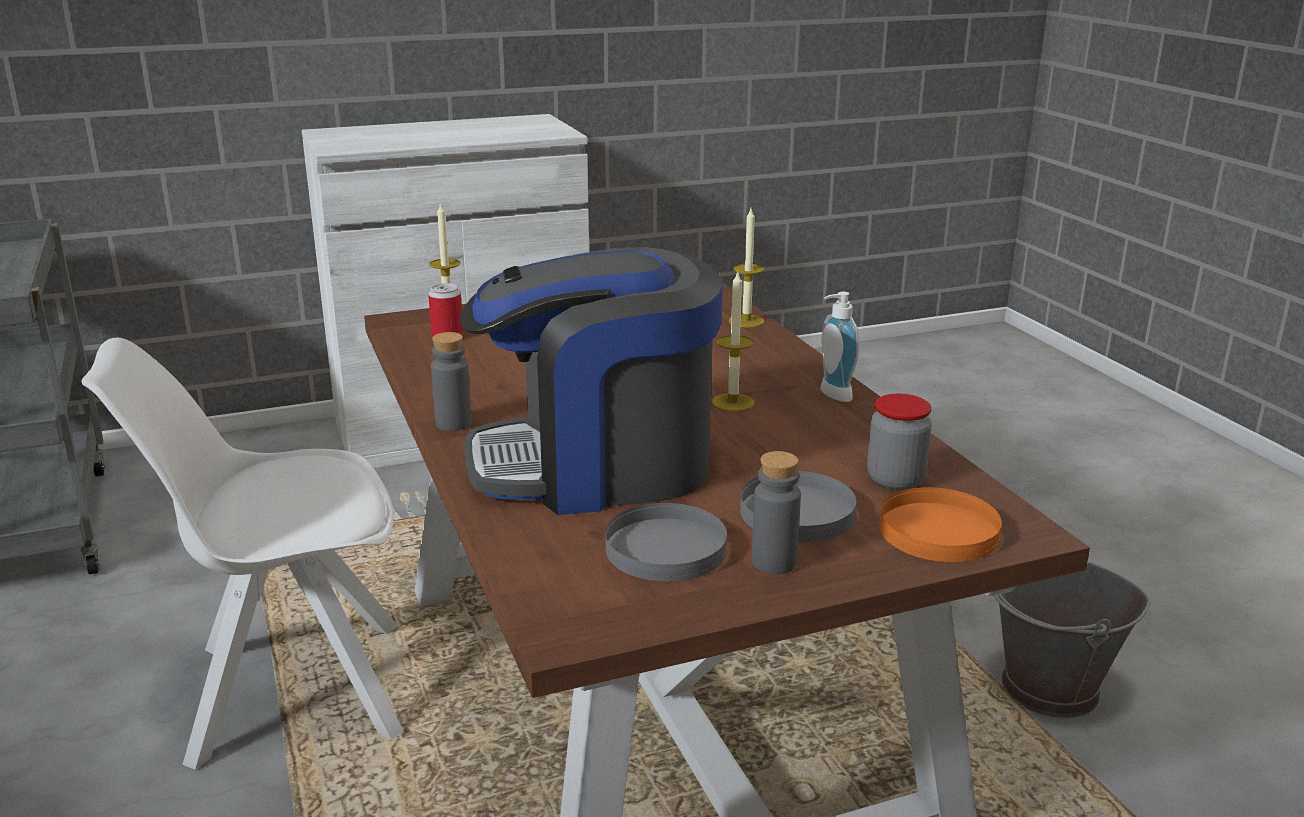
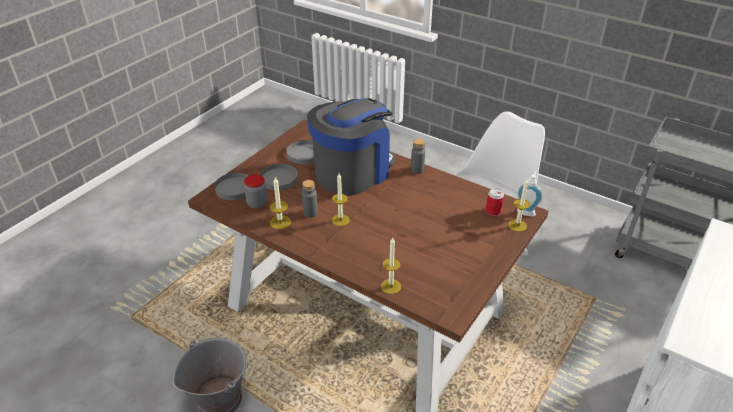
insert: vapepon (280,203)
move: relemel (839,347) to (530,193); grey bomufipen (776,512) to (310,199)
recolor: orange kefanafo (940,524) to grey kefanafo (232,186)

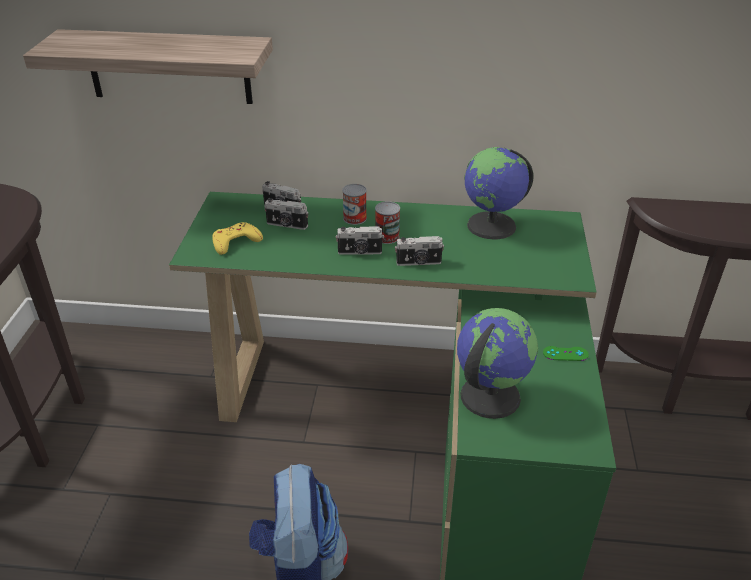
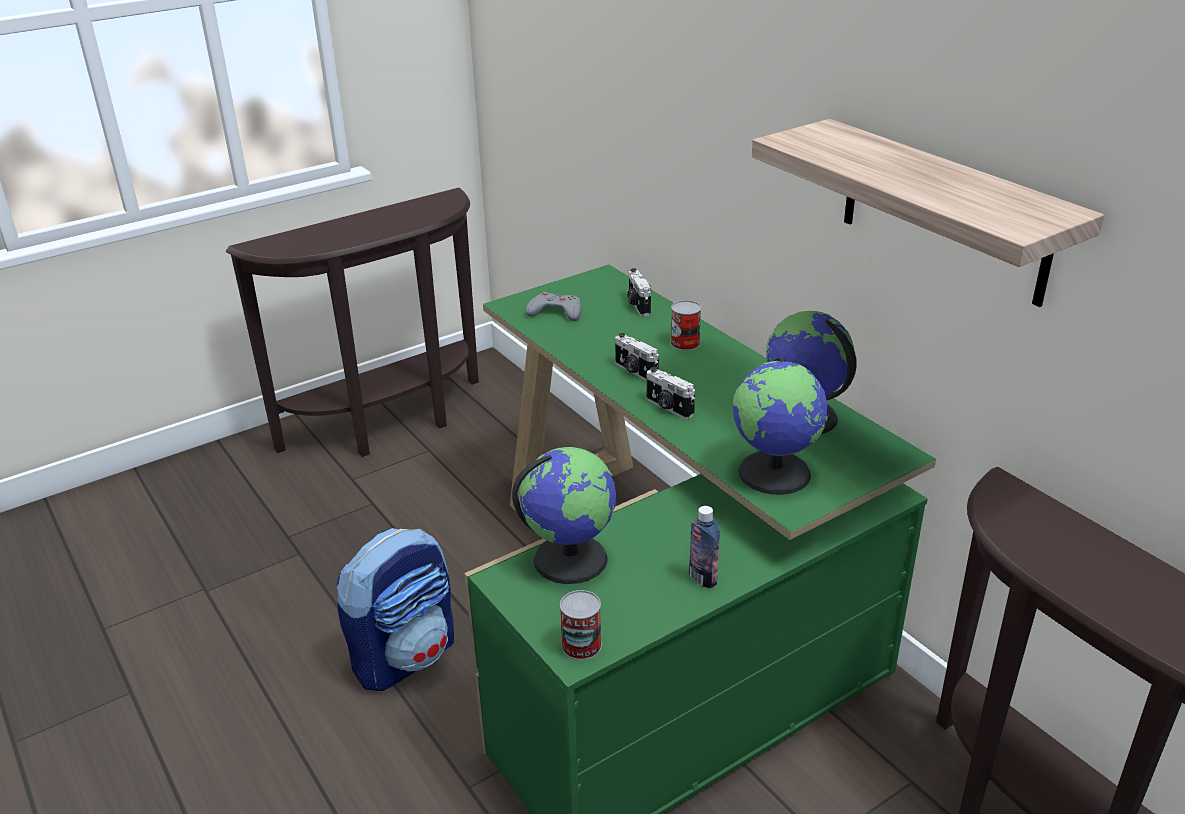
delete: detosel (286,214)
insert: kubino (780,426)
move: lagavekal (148,66) to (928,213); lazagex (387,222) to (581,625)
replace: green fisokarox (566,353) to bomufipen (704,547)
recolor: yellow fisokarox (237,238) to grey fisokarox (553,306)

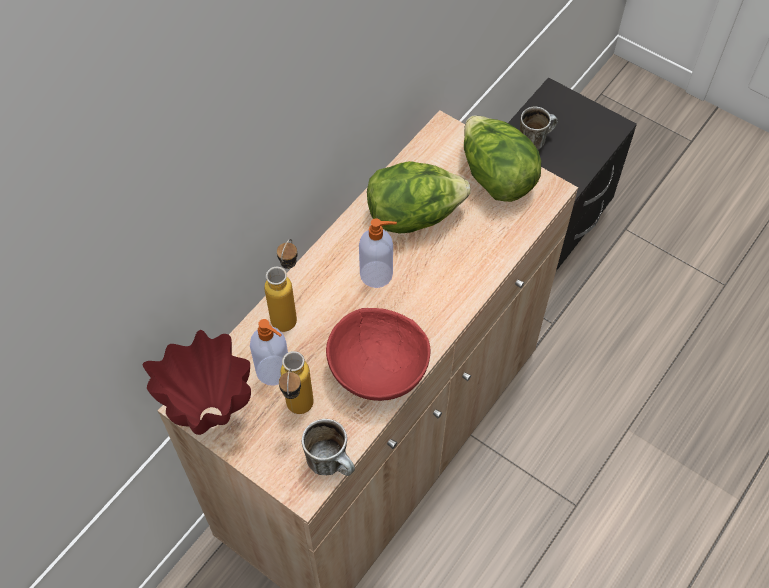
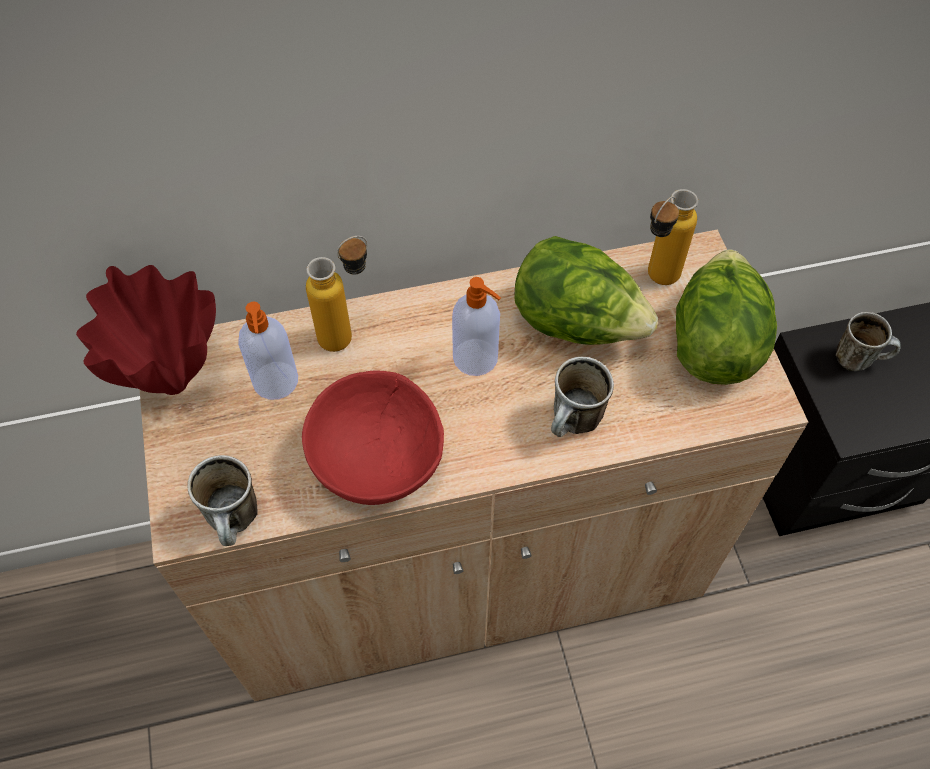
insert: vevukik (582,397)
move: bomufipen (296,382) to (673,237)

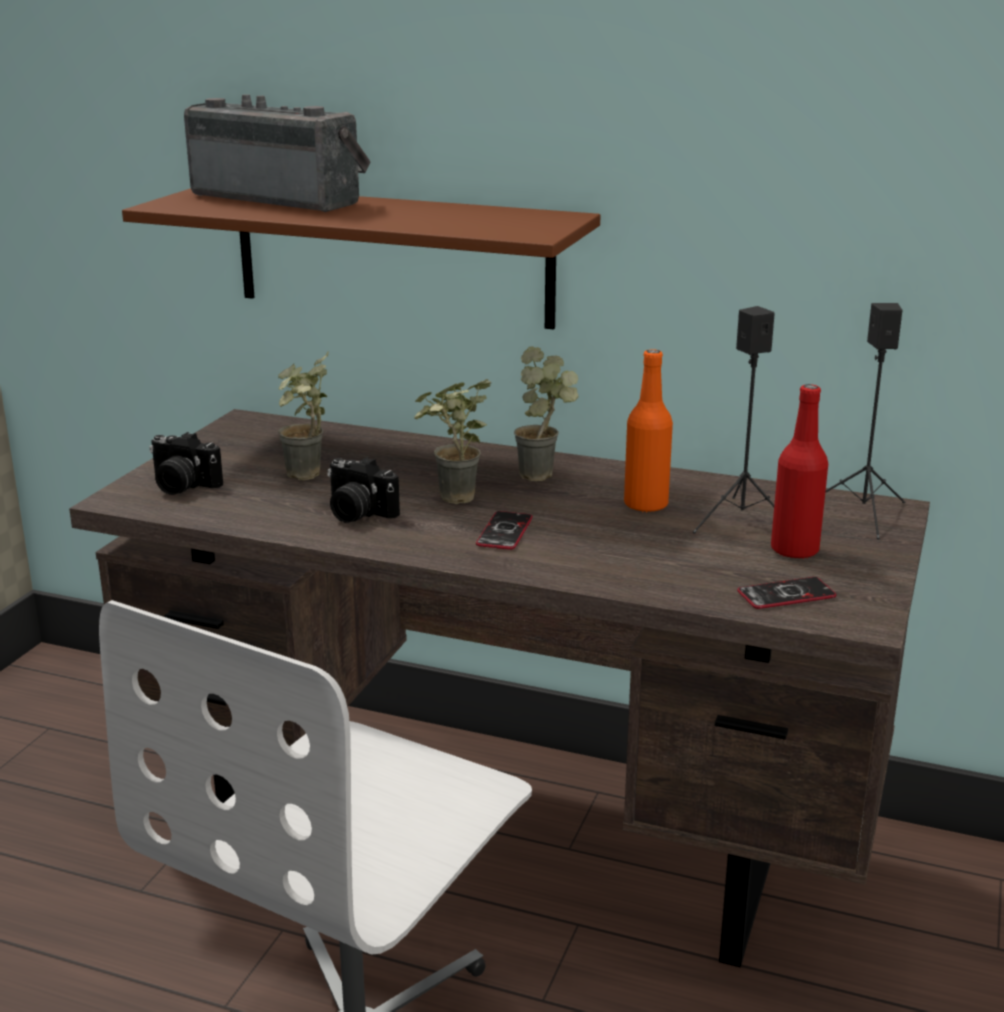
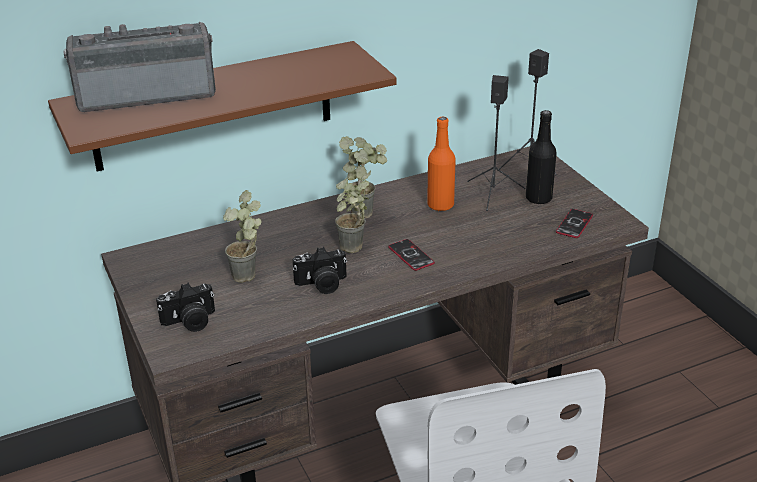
recolor: red bomufipen (799,471) to black bomufipen (541,157)

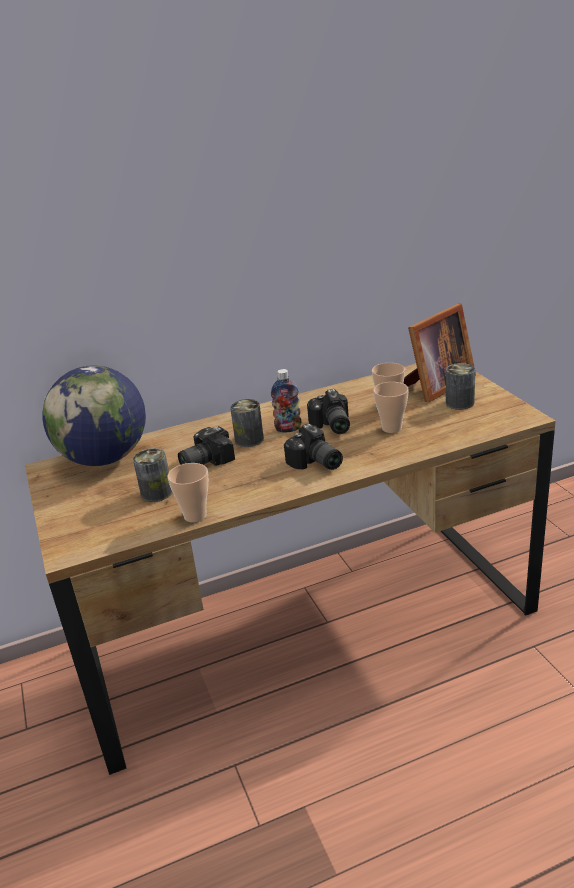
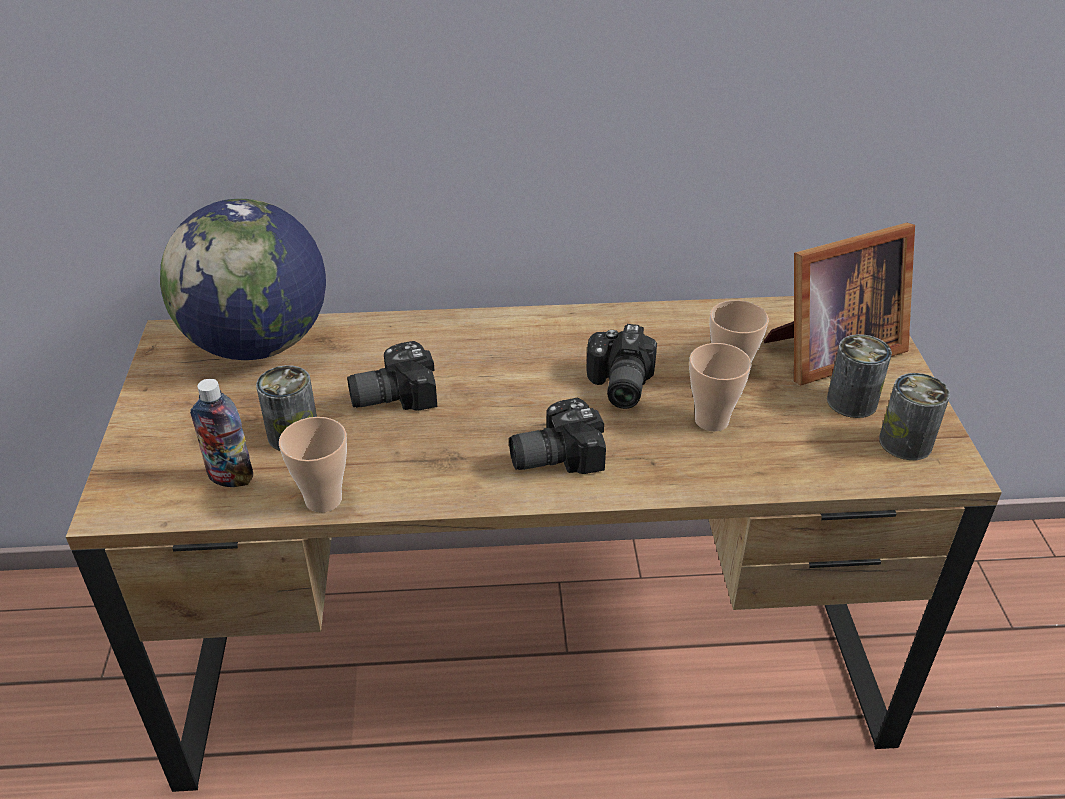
move: bomufipen (286,400) to (221,433); lazagex (247,423) to (914,416)
rotate: detosel (313,447) = (557,436) 90 degrees clockwise

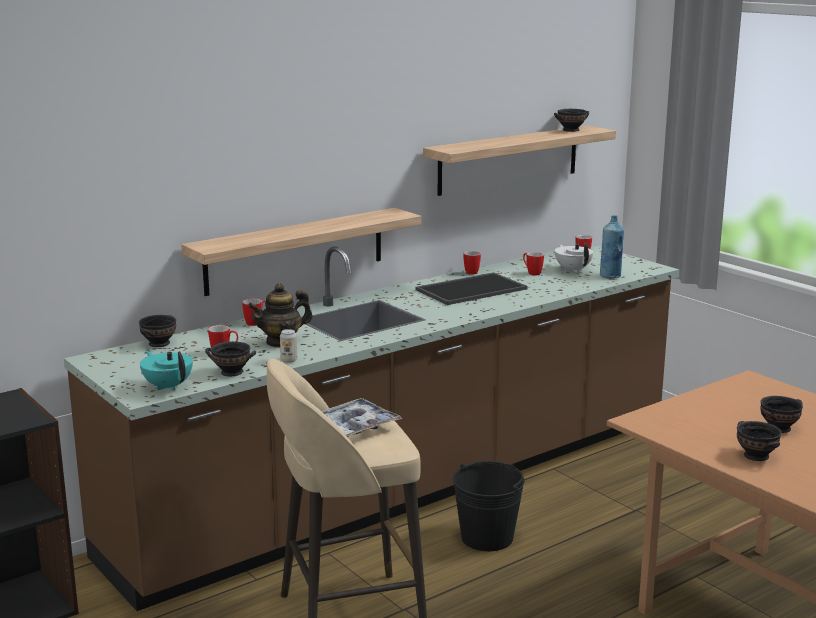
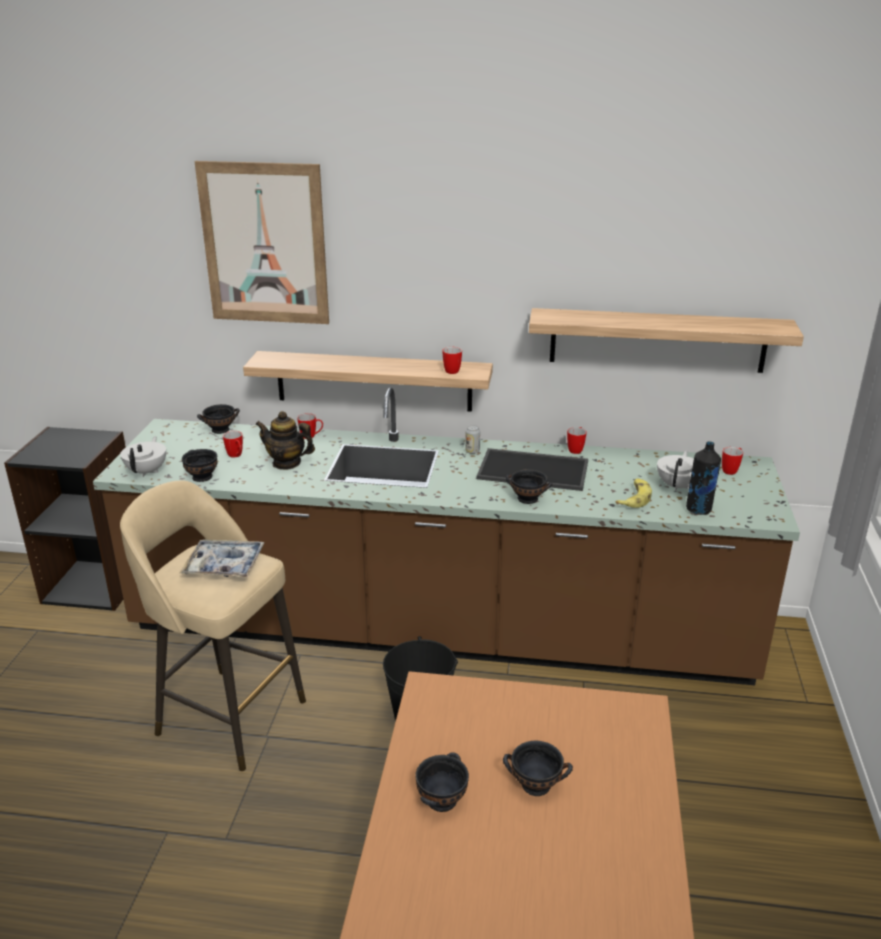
insert: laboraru (262,242); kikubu (633,493)
move: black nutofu (571,120) to (529,487); vevukik (533,263) to (452,360); lazagex (288,346) to (472,439)
recolor: blue bomufipen (612,246) to black bomufipen (703,478); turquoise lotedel (166,371) to white lotedel (143,456)

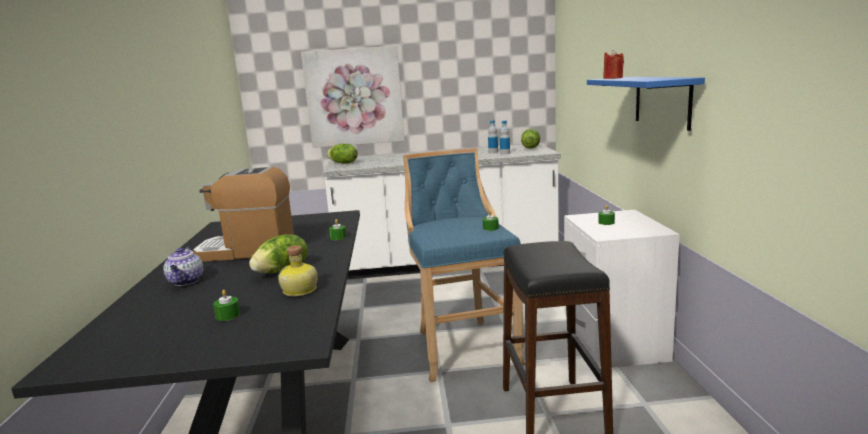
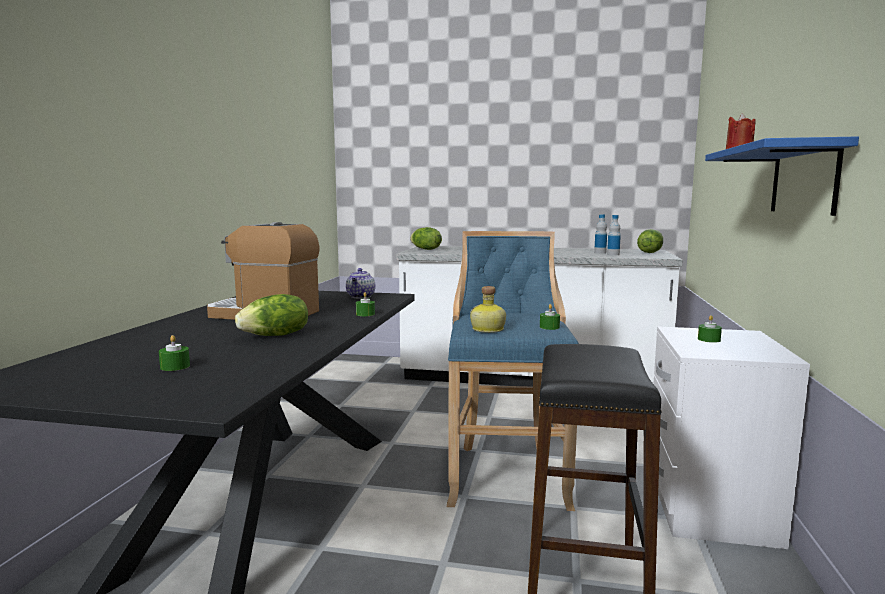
delete: laboraru (352,97)
move: bomufipen (298,270) to (488,309); lotedel (183,267) to (361,283)

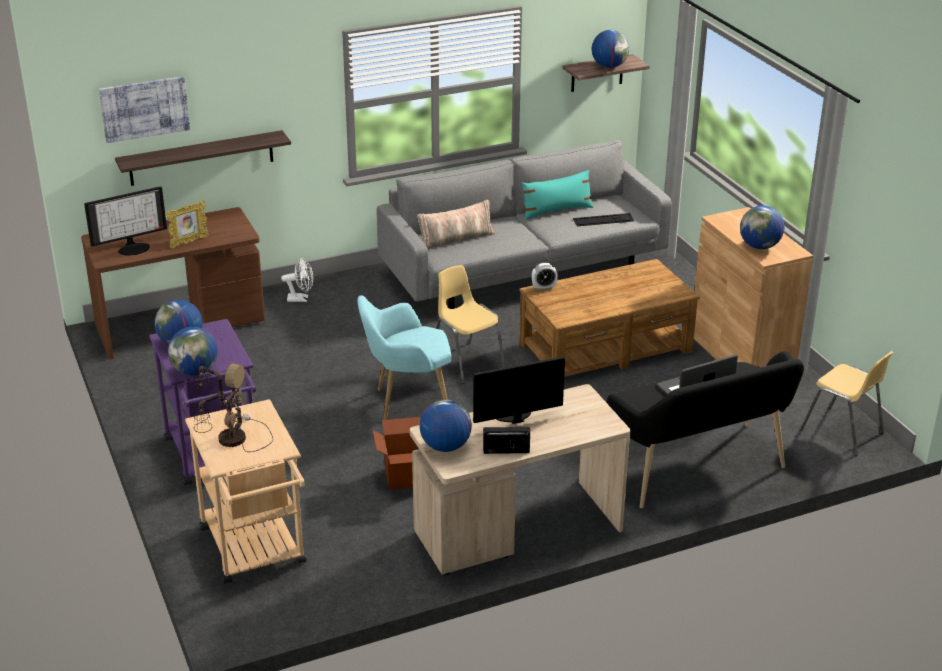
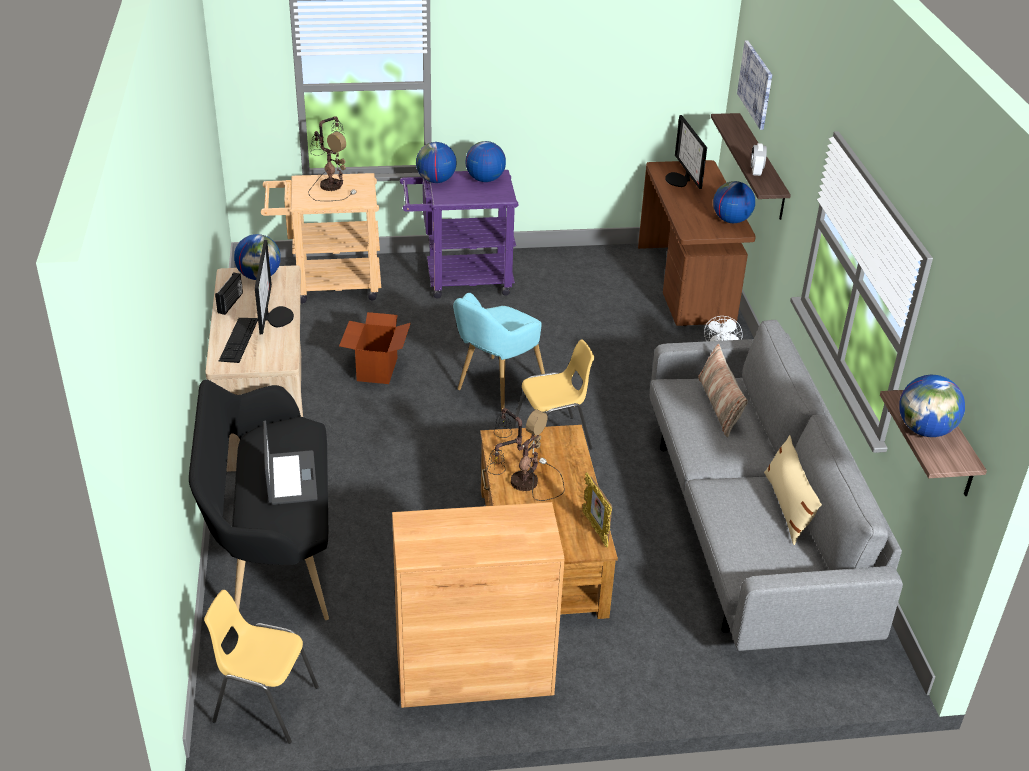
insert: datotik (525,454)
move: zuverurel (187,224) to (597,510); kubino (762,227) to (734,202); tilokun (603,219) to (238,340); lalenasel (545,277) to (759,159)
recolor: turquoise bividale (557,195) to beige bividale (793,490)
rotate: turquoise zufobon (404,357) = (499,352) 150 degrees counterclockwise; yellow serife (847,403) = (261,667) 45 degrees clockwise

